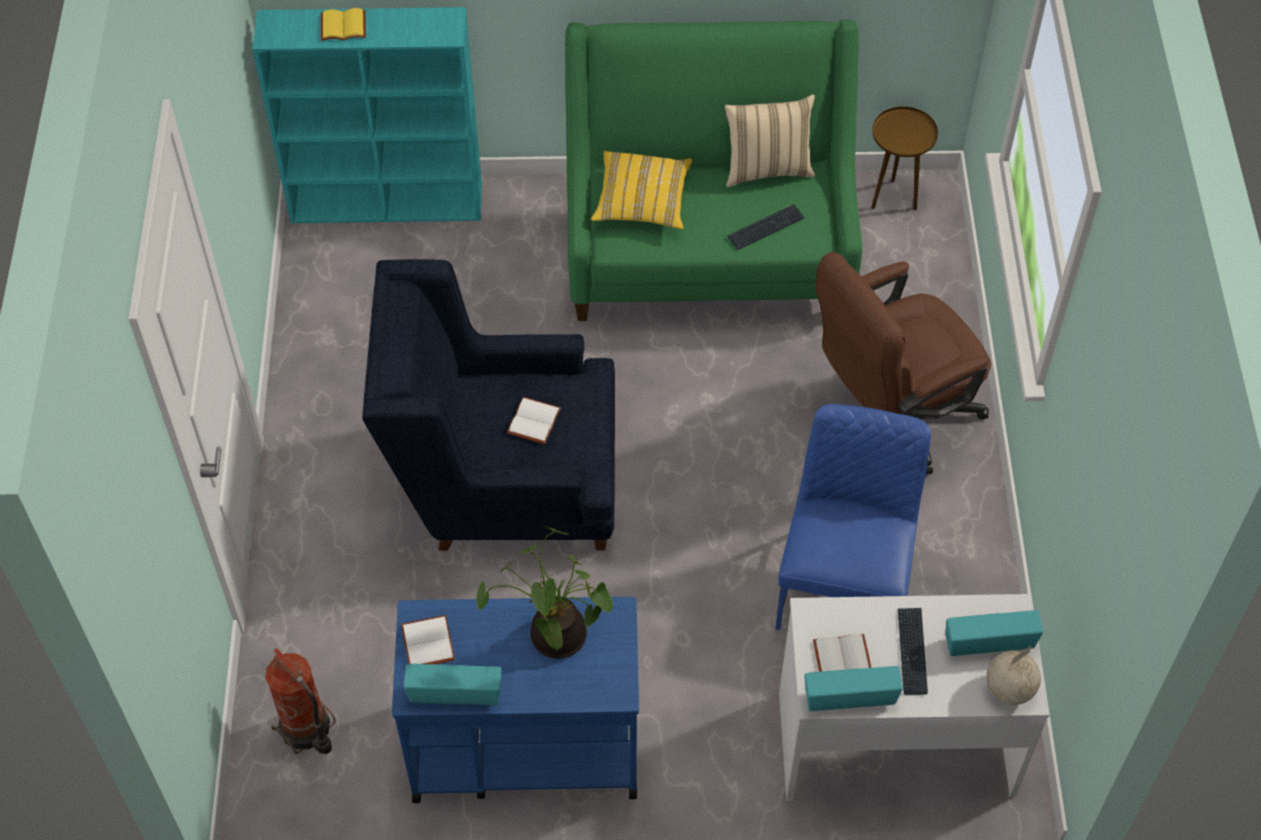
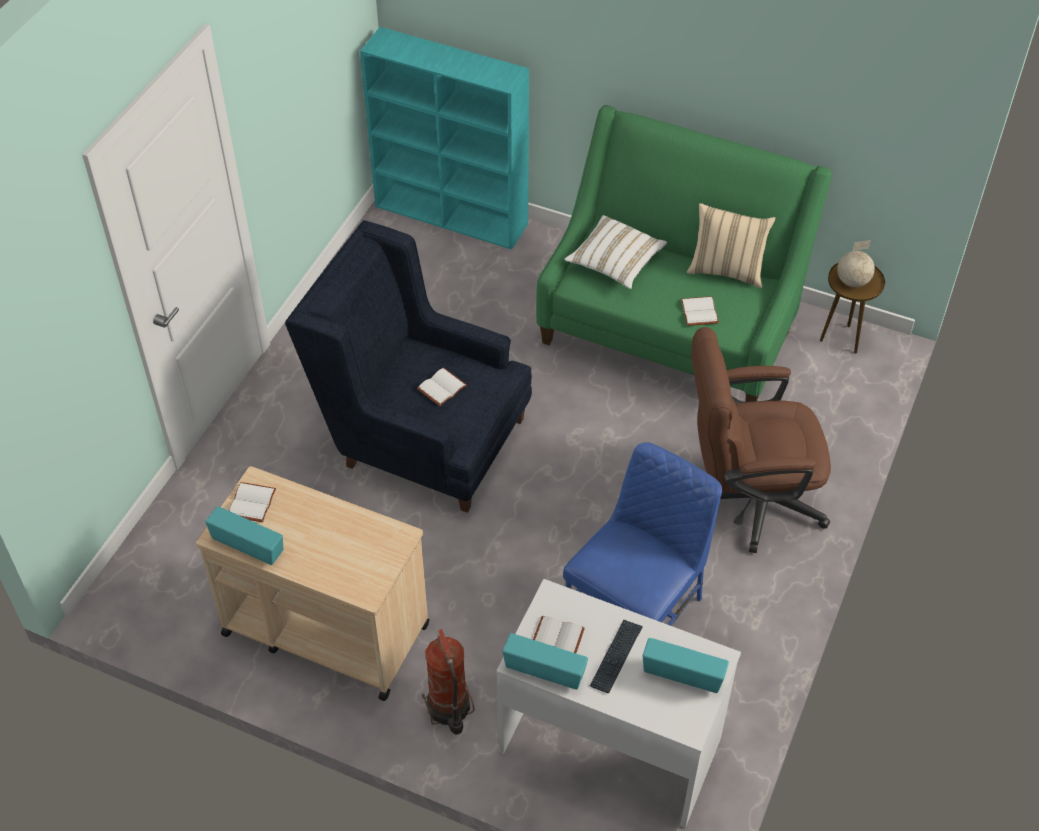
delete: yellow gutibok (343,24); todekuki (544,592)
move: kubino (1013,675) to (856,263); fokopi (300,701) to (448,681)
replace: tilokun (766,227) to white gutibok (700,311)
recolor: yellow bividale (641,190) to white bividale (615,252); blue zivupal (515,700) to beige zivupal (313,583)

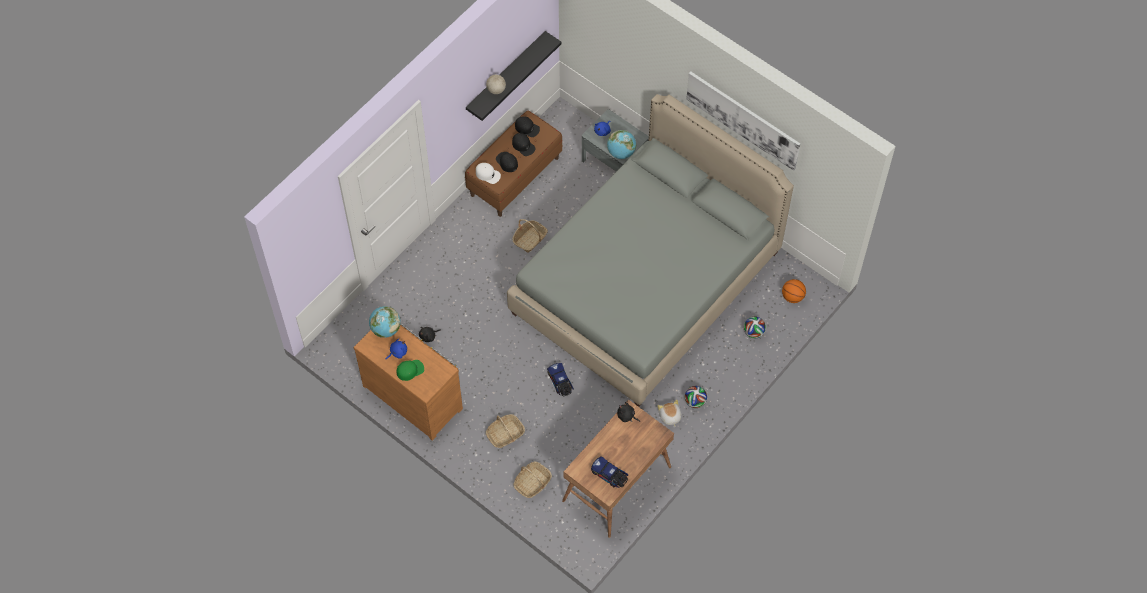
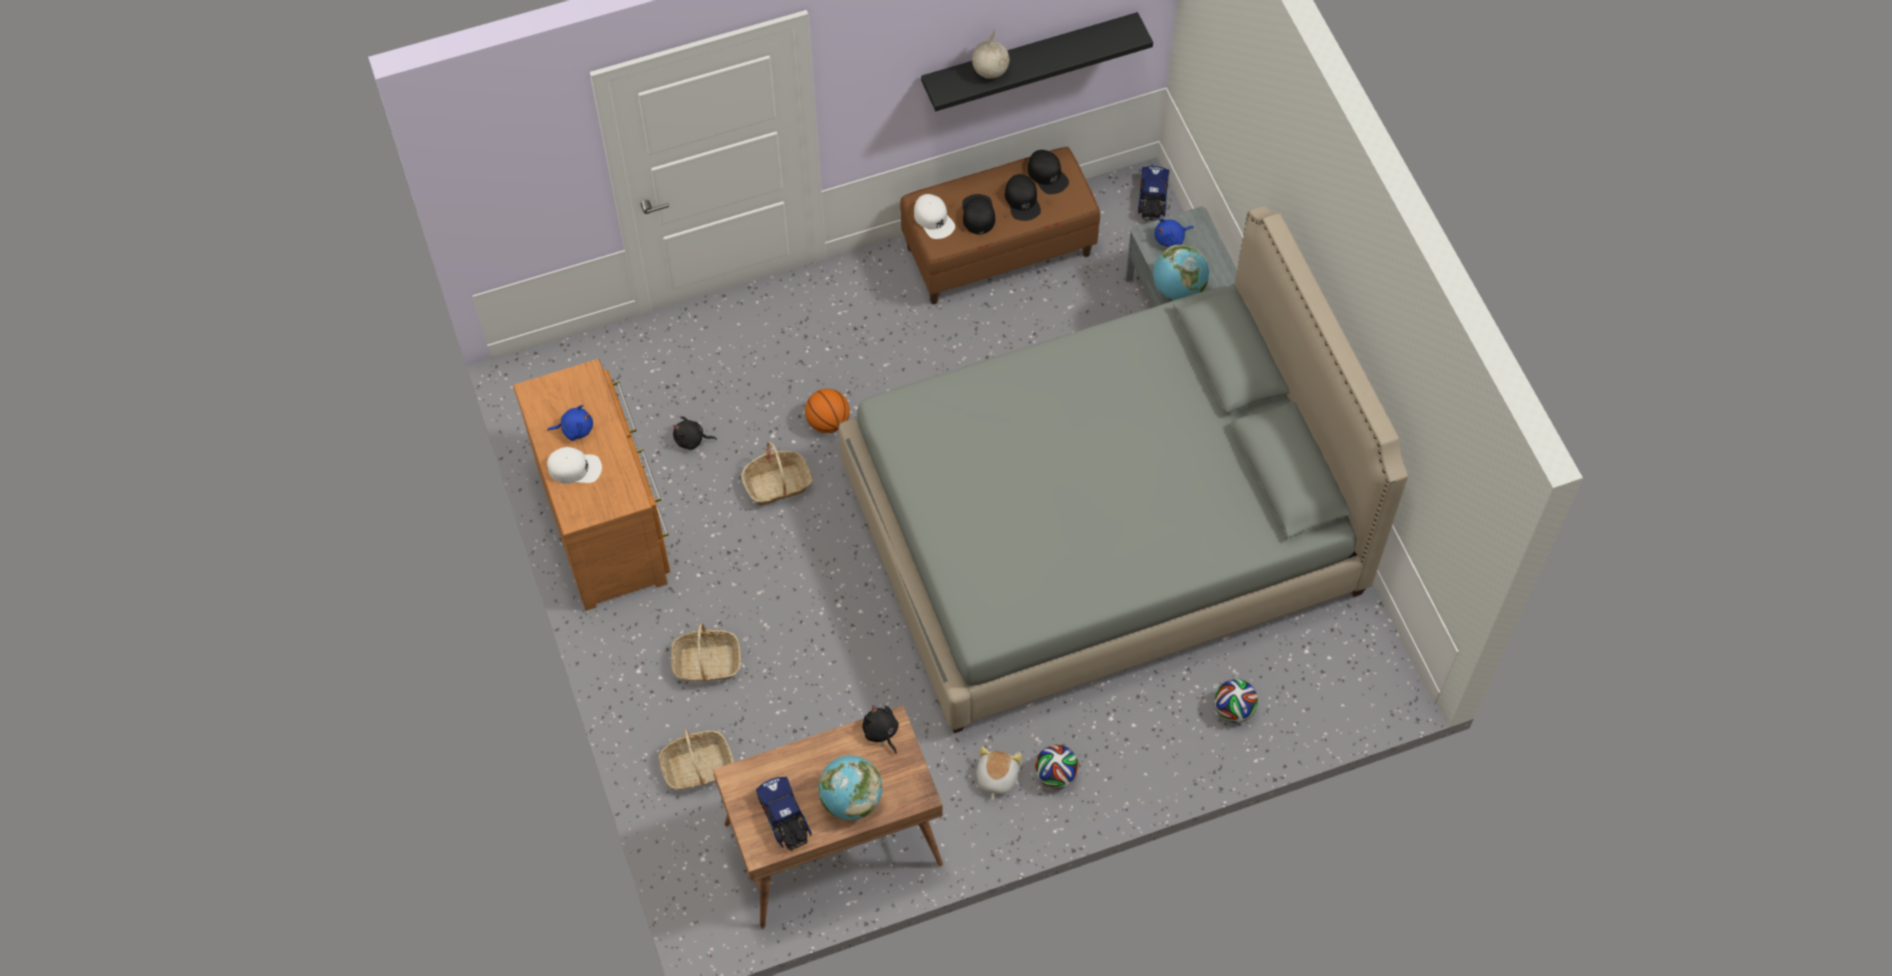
delete: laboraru (743,121)
move: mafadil (530,236) to (777,473); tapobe (794,291) to (827,411); kubino (385,322) to (850,787); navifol (560,379) to (1154,193)
recolor: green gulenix (410,370) to white gulenix (574,465)

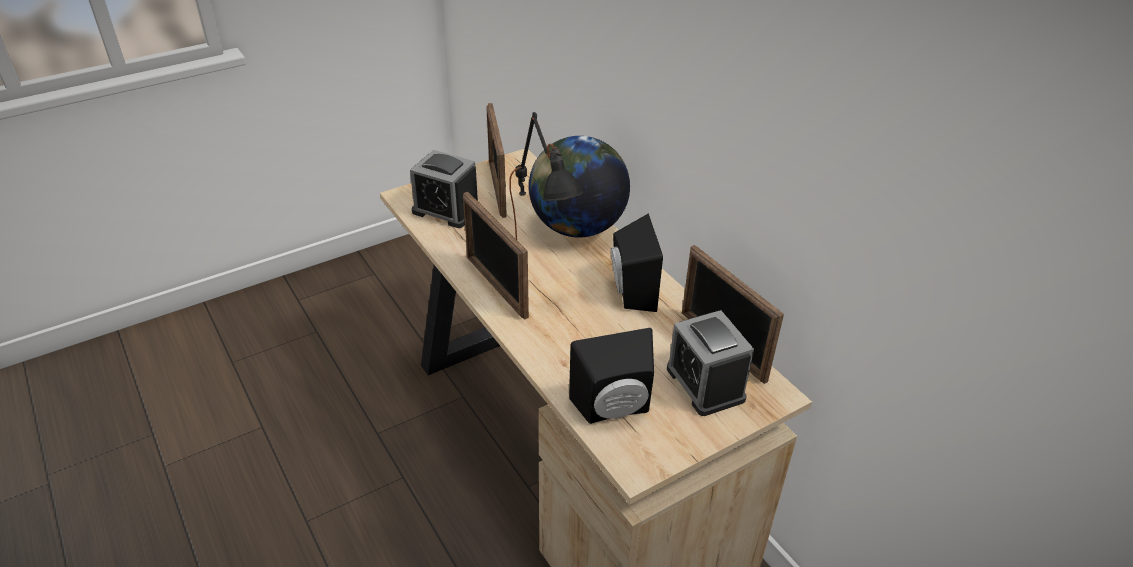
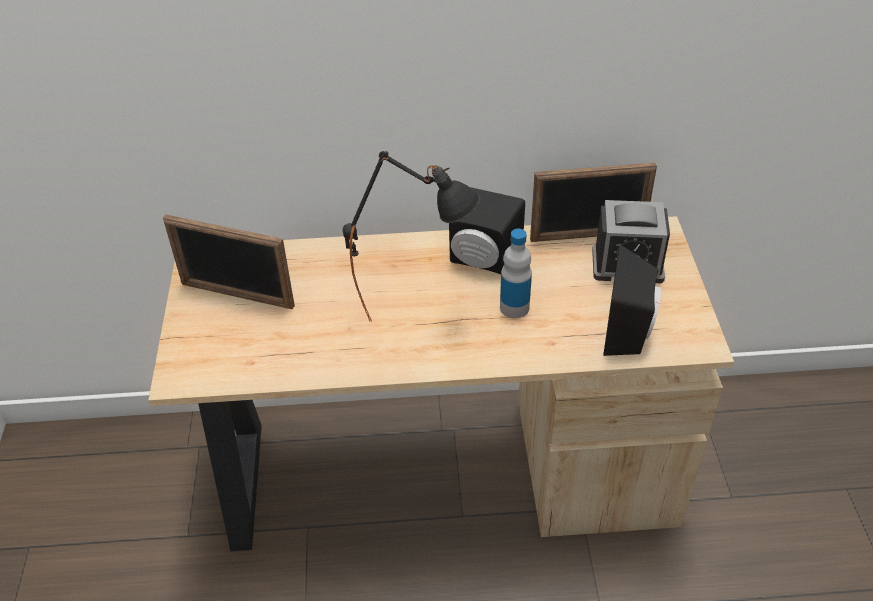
delete: kubino (579,187); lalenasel (445,189); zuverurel (496,256)
insert: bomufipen (516,273)

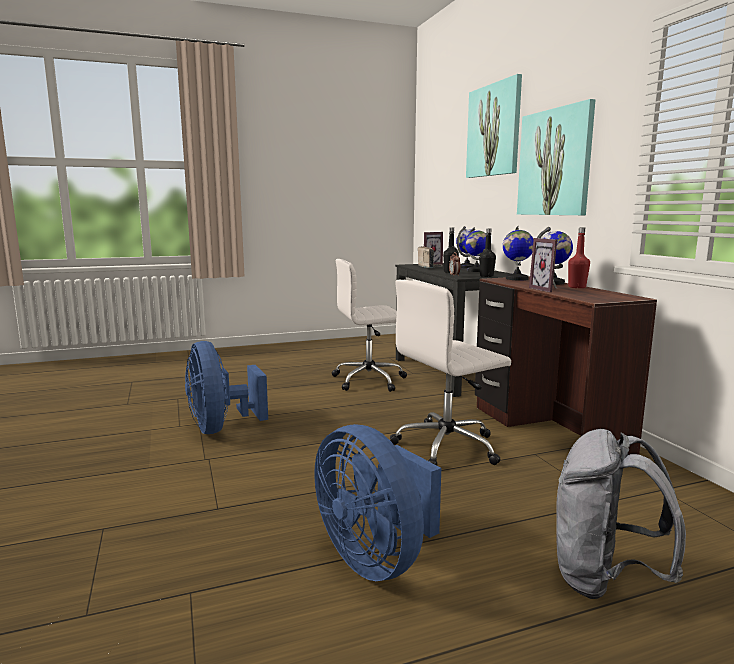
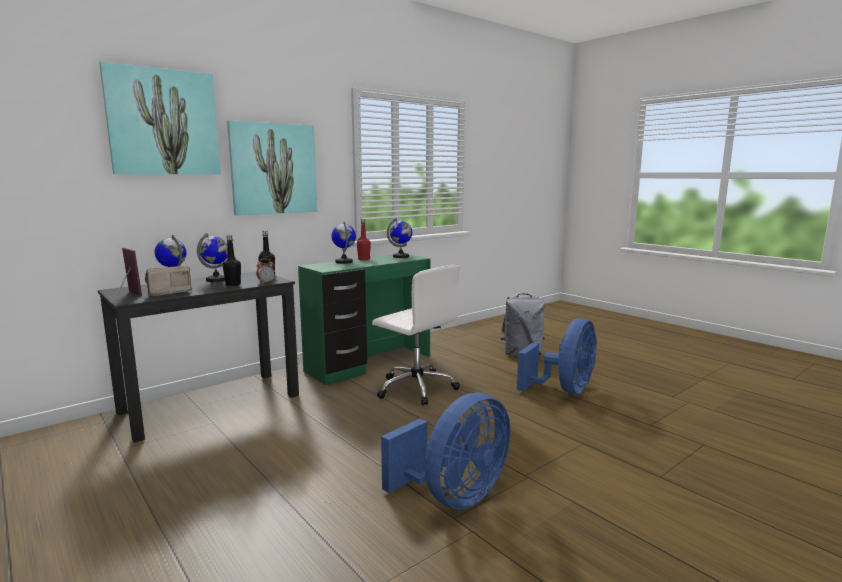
delete: zuverurel (543,265); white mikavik (369,325)
move: kubino (518,253) to (399,238)
recolor: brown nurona (566,365) to green nurona (364,320)

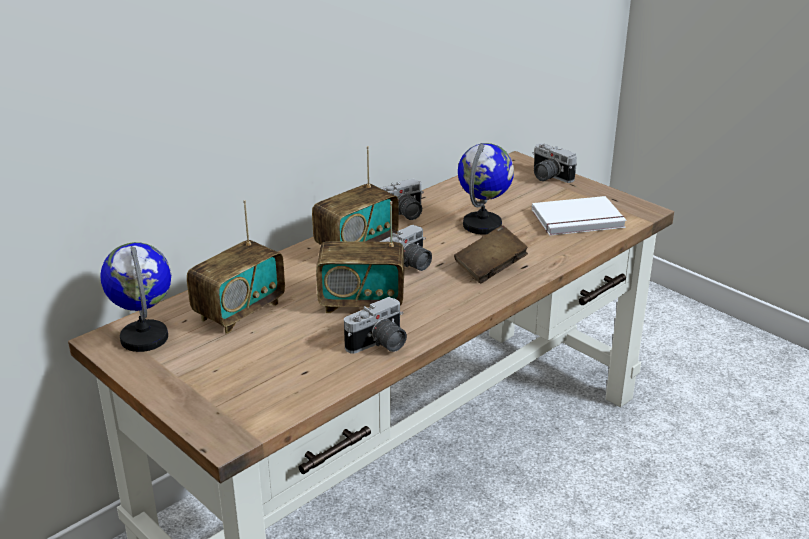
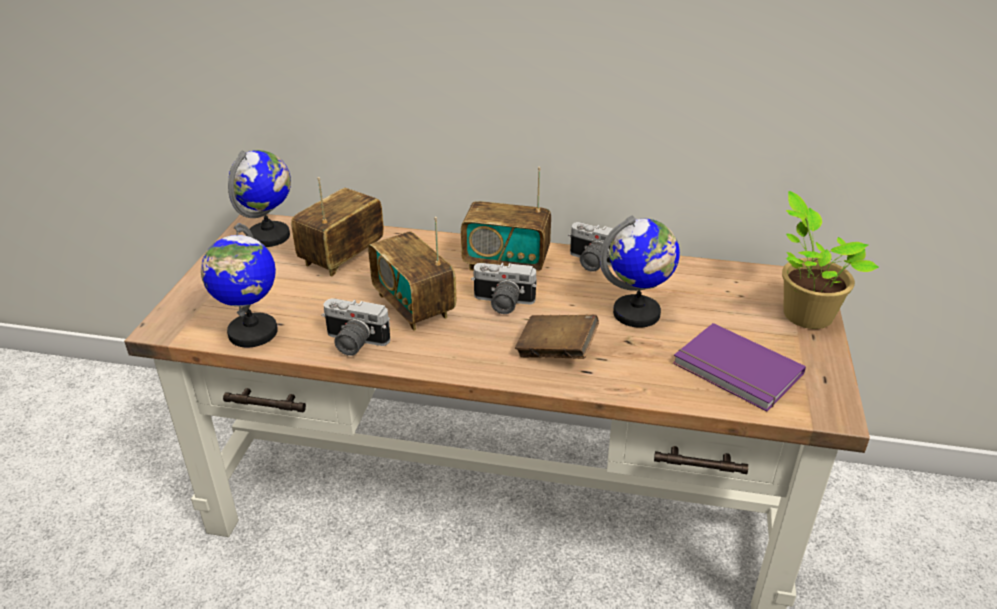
insert: kubino (239,285)
replace: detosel (555,163) to todekuki (830,260)
recolor: white gutibok (579,216) to purple gutibok (739,367)
rotate: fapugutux (236,267) = (337,227) 120 degrees clockwise

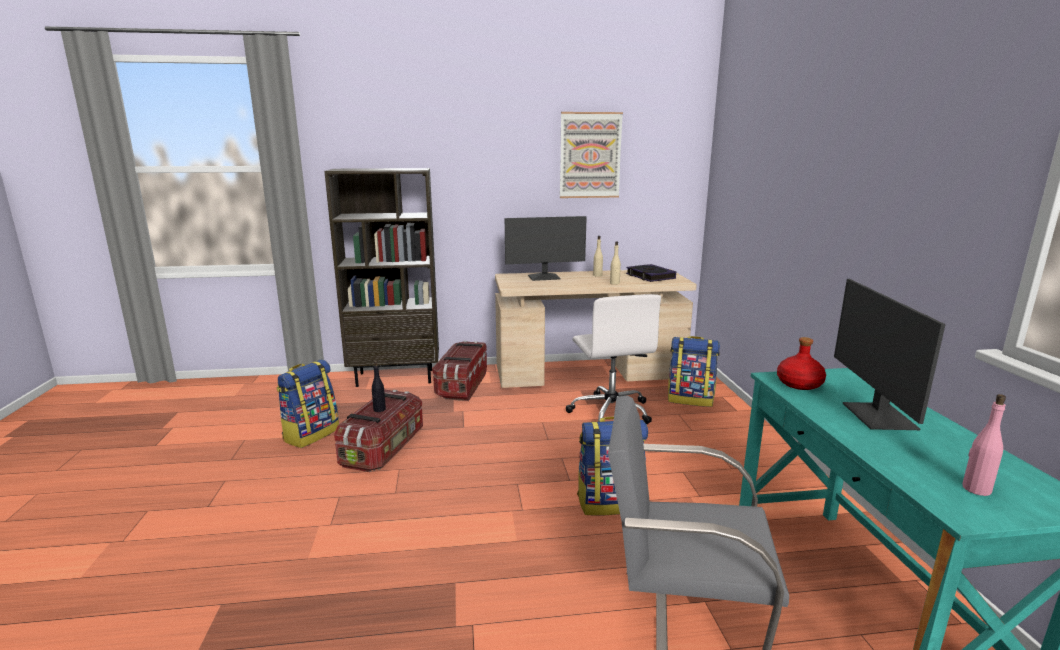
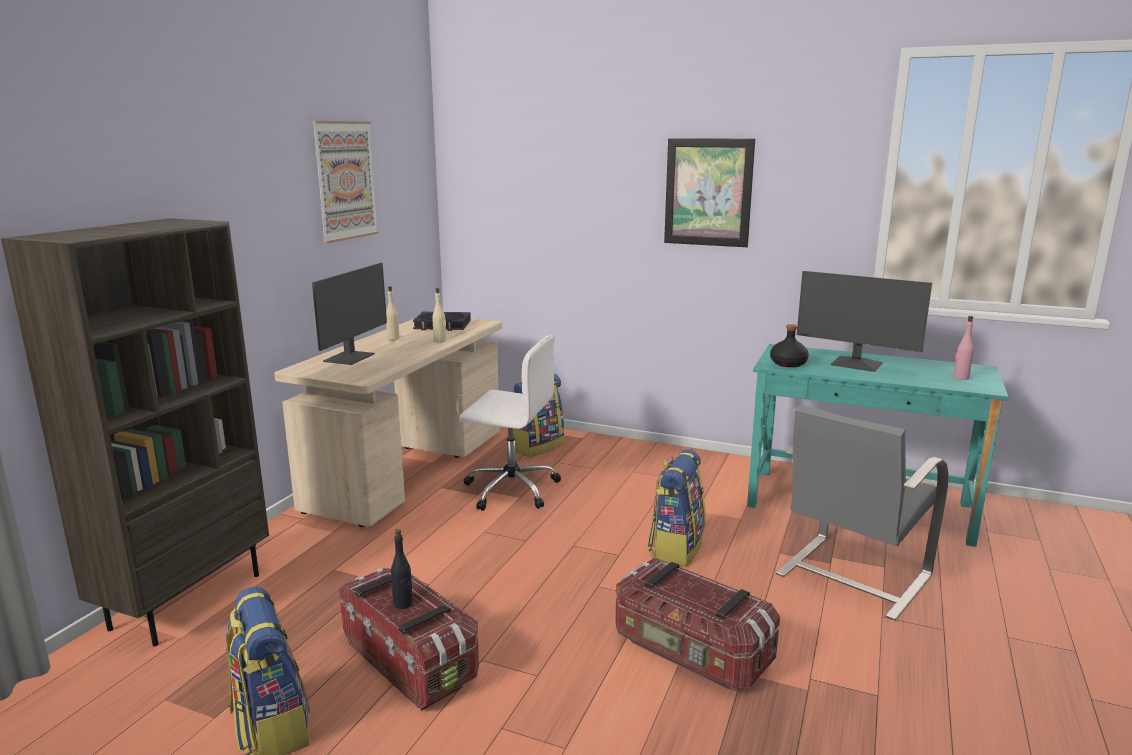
insert: laboraru (709,192)
move: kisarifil (459,371) to (697,623)
recolor: red bomufipen (801,363) to black bomufipen (789,345)

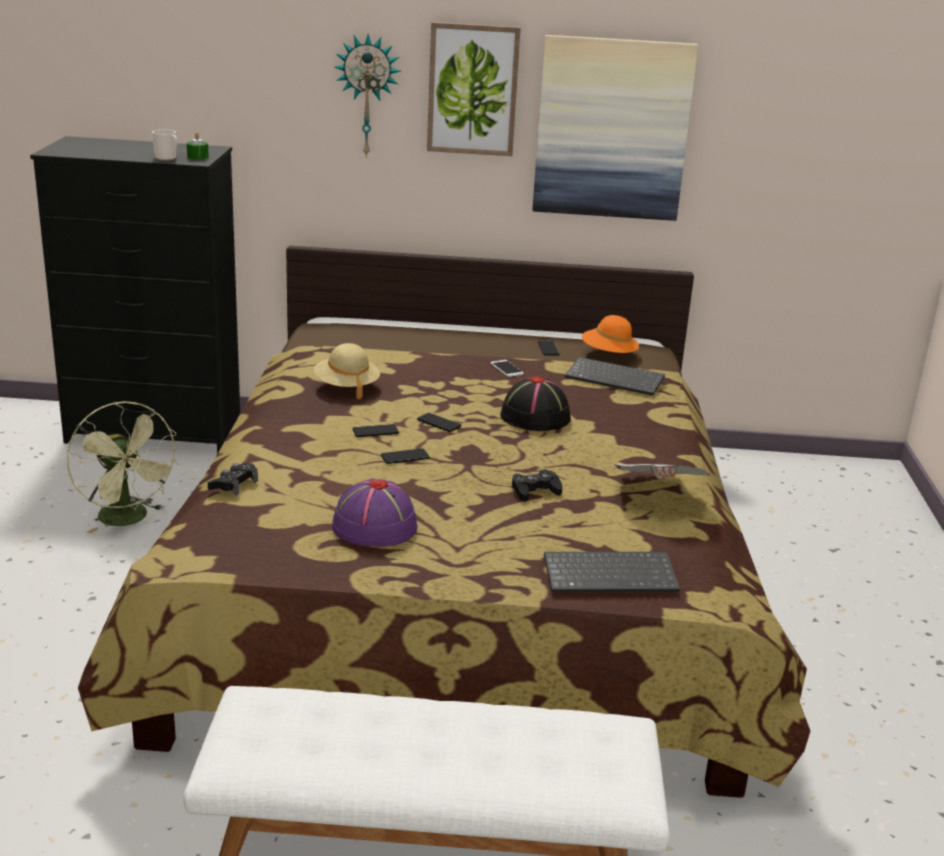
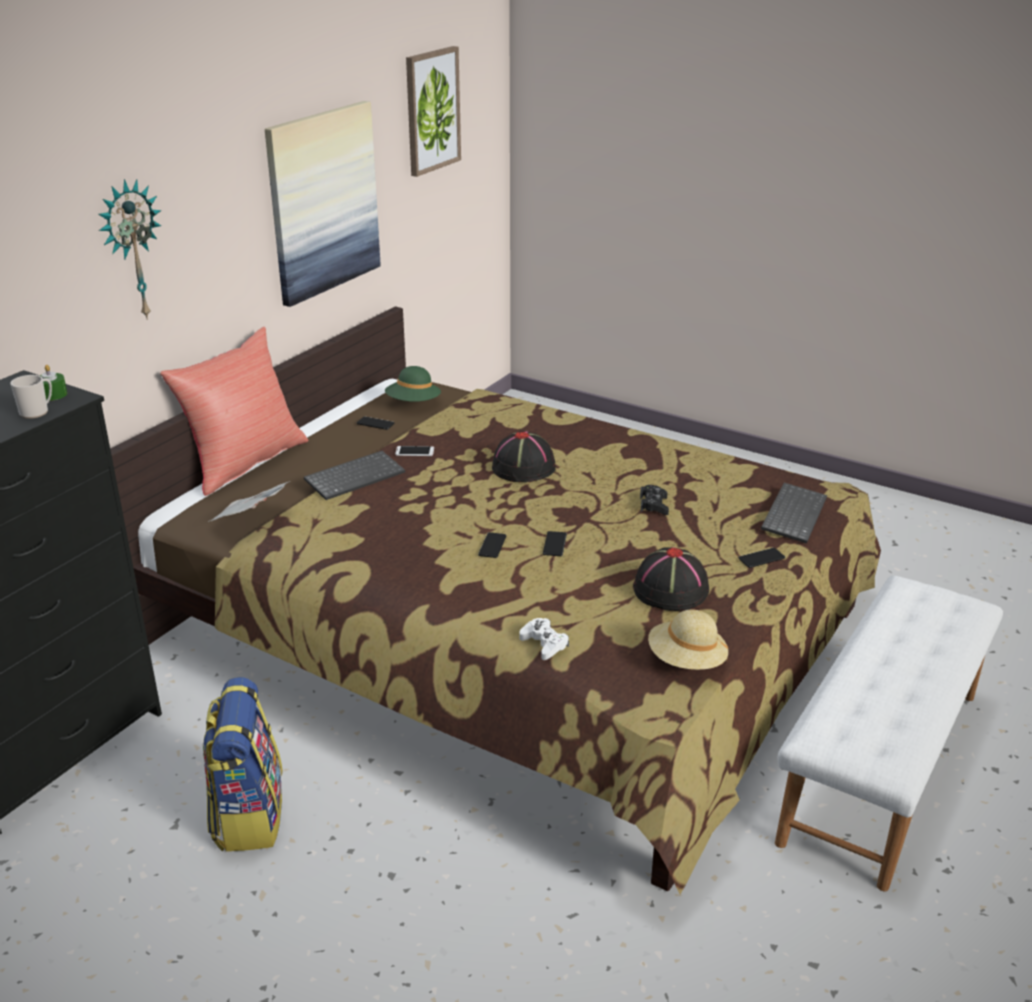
insert: red bividale (234,411)
move: laboraru (474,89) to (433,111); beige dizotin (347,371) to (688,640); tilokun (615,376) to (354,475); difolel (439,422) to (761,558); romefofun (662,471) to (249,501)
replace: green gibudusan (123,467) to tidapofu (243,764)
recolor: orange dizotin (610,337) to green dizotin (413,384); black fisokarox (233,479) to white fisokarox (544,639); purple dizotin (374,513) to black dizotin (671,579)

